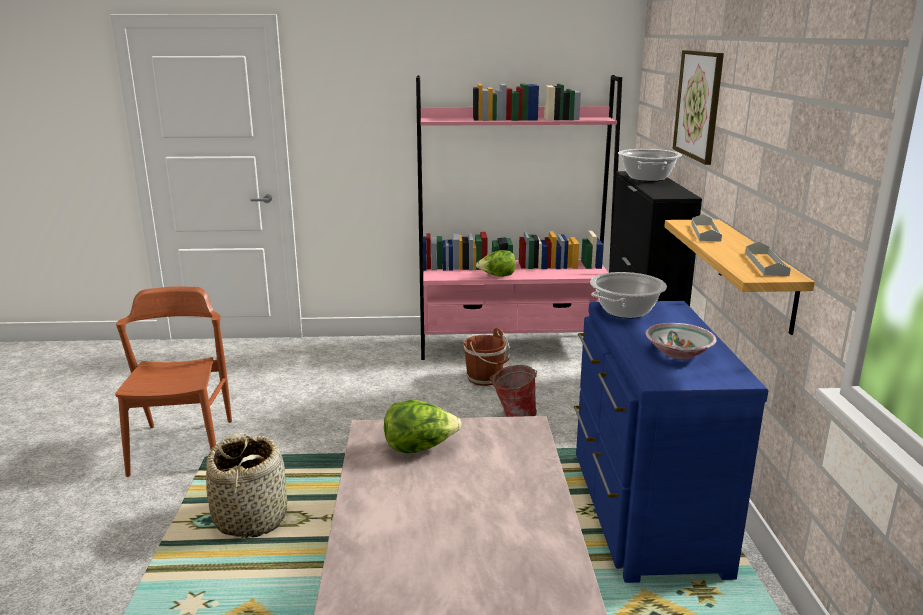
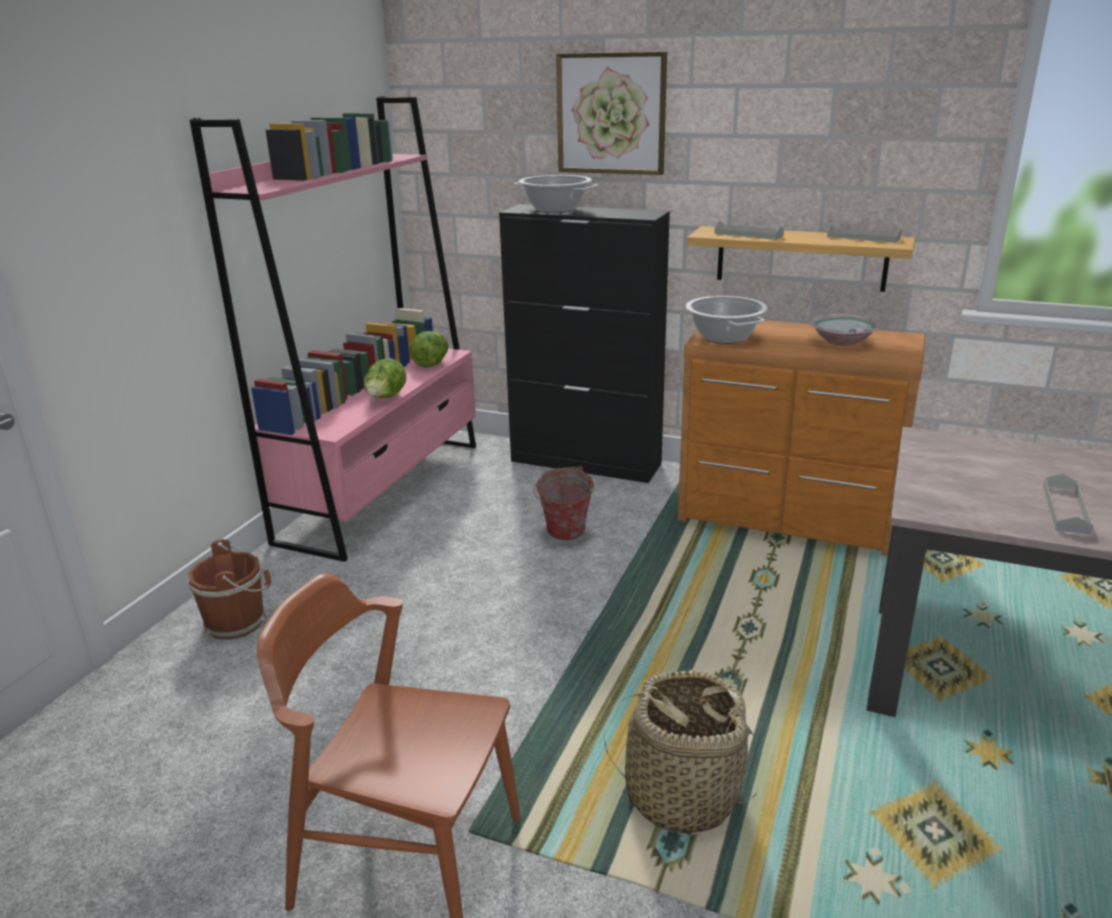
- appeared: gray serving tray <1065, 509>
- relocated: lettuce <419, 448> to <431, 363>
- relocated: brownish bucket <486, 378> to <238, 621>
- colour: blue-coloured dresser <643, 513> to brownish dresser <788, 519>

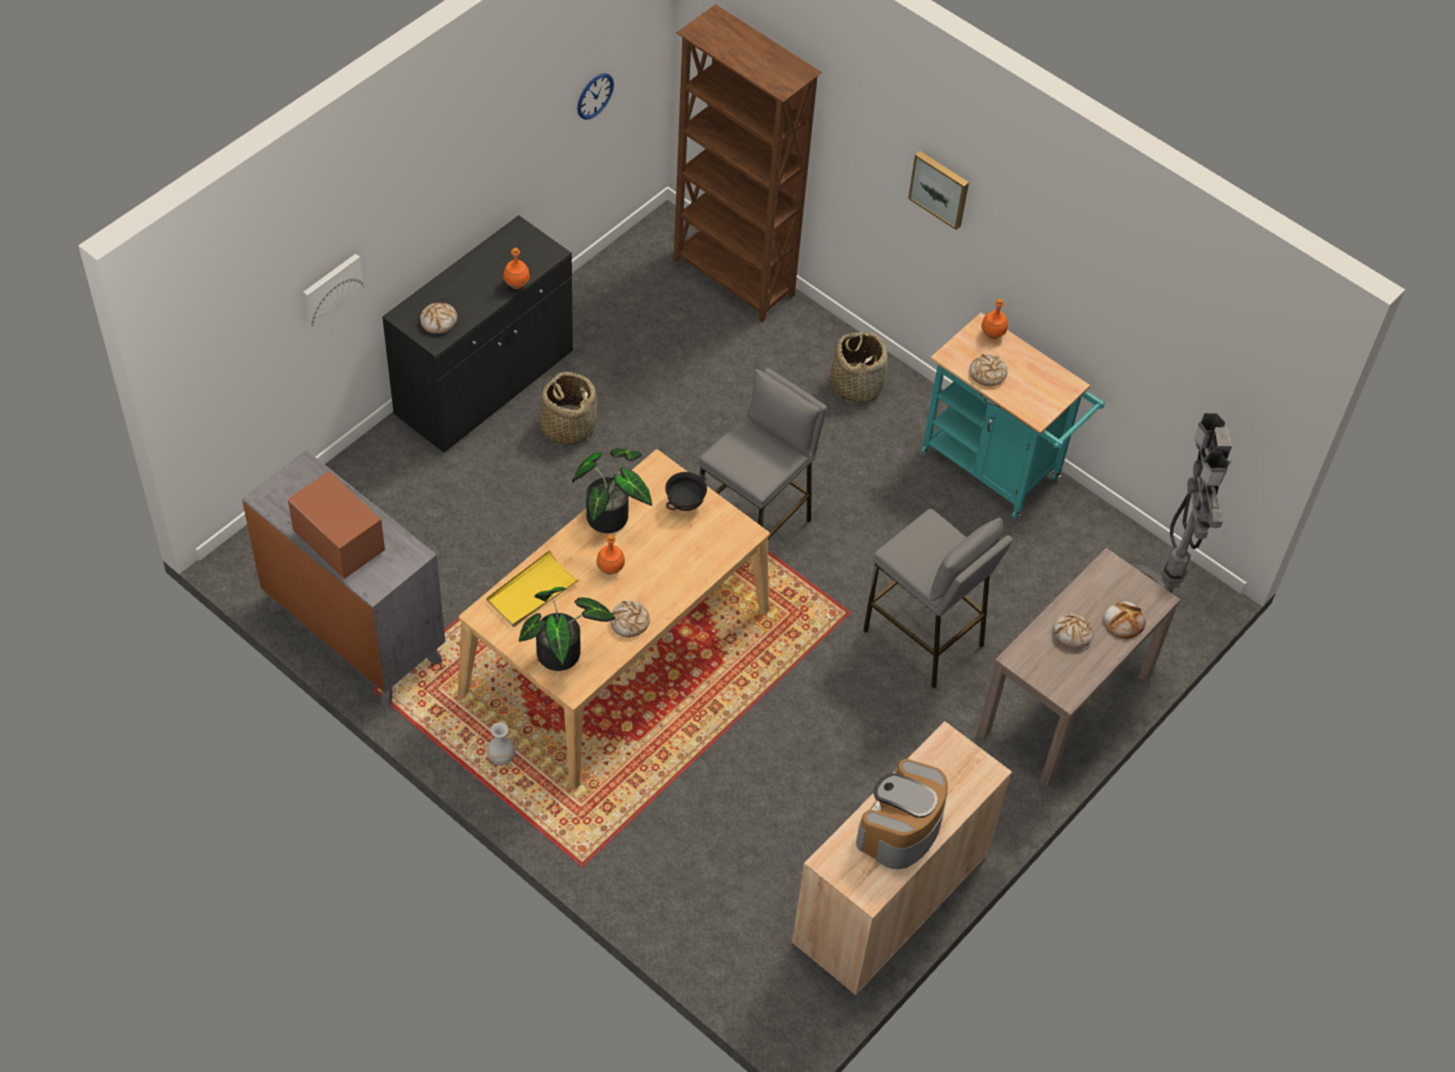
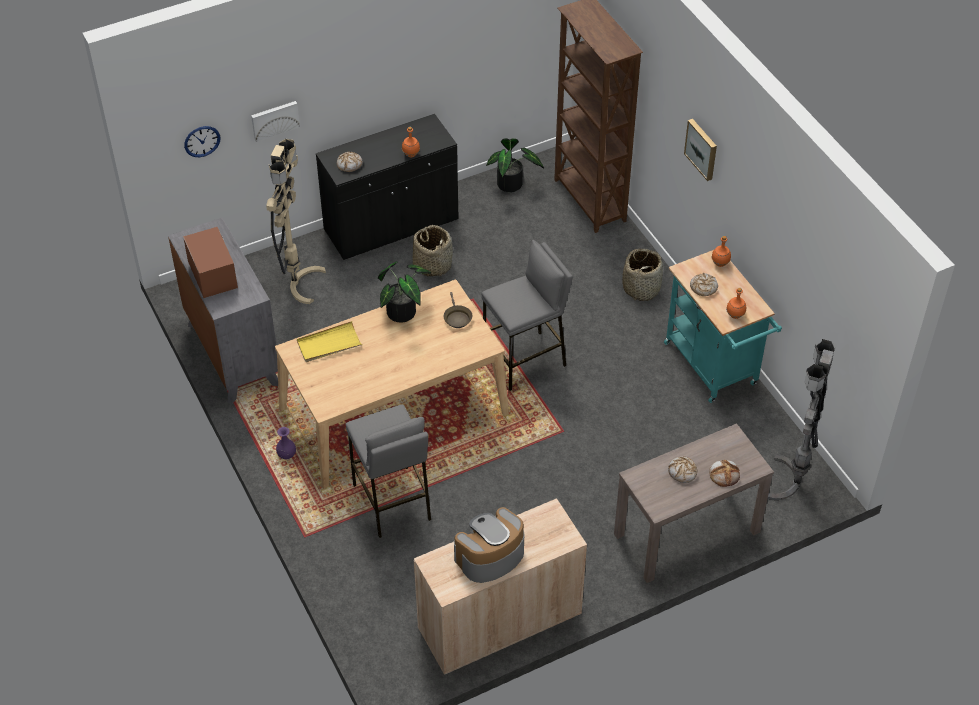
- missing: bakery bread <629, 622>
- appeared: sand-coloured floor lamp <298, 283>
- relocated: plant in a pot <564, 655> to <512, 185>
- relocated: hanging clock <594, 96> to <202, 141>
- relocated: orange-coloured beverage bottle <610, 569> to <735, 315>
- relocated: gray sitting stool <924, 638> to <392, 502>
- exchanged: blackish deep dish <685, 504> to brownish skillet <457, 318>
- colour: whitish vase <501, 758> to purplish vase <286, 455>

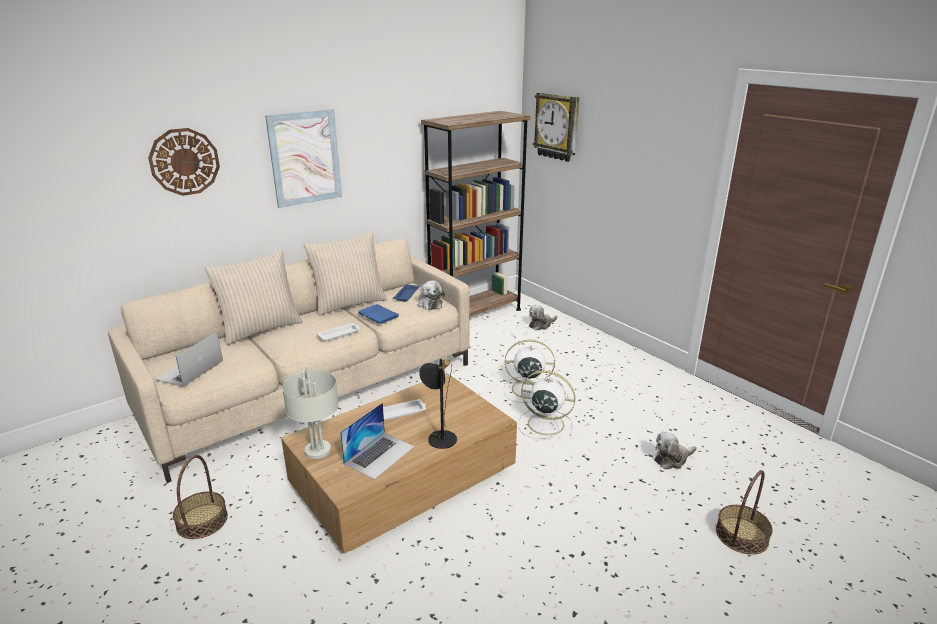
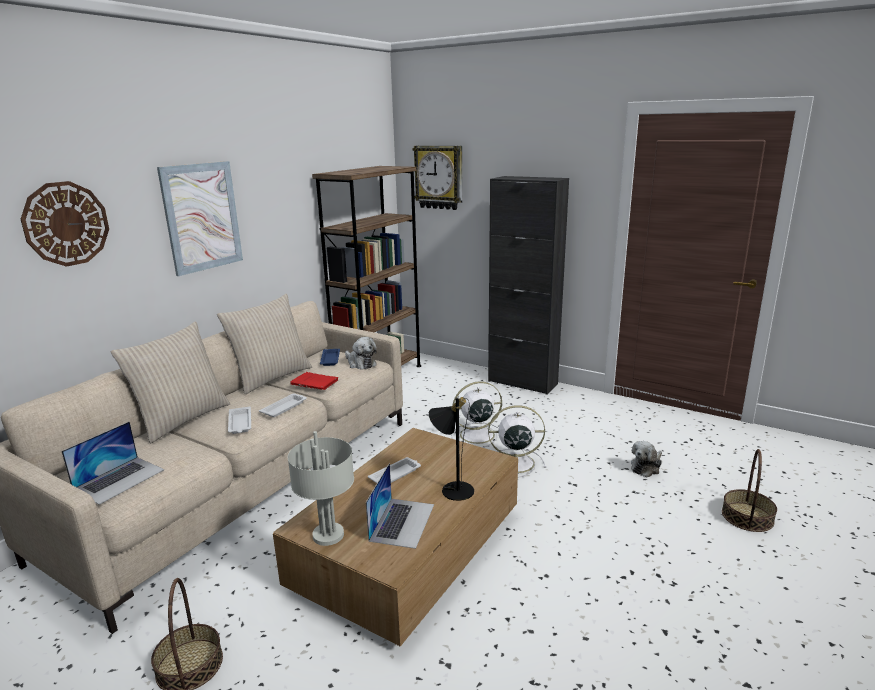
- missing: plush toy <541, 325>
- appeared: whitish serving tray <240, 423>
- appeared: blackish cupboard <522, 382>
- colour: blue-coloured bound book <379, 316> to reddish bound book <316, 383>
- spun: notebook computer <189, 370> = <119, 479> 150 degrees counterclockwise

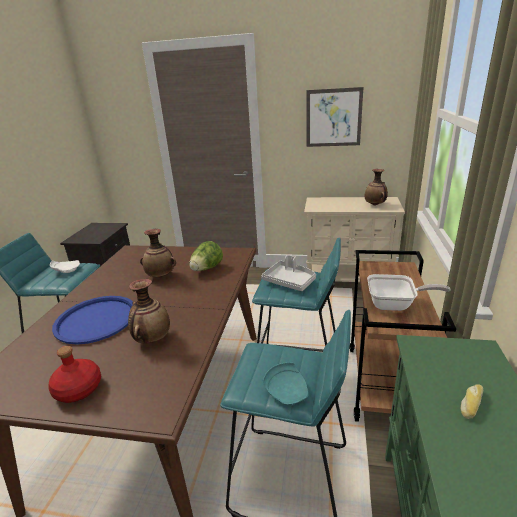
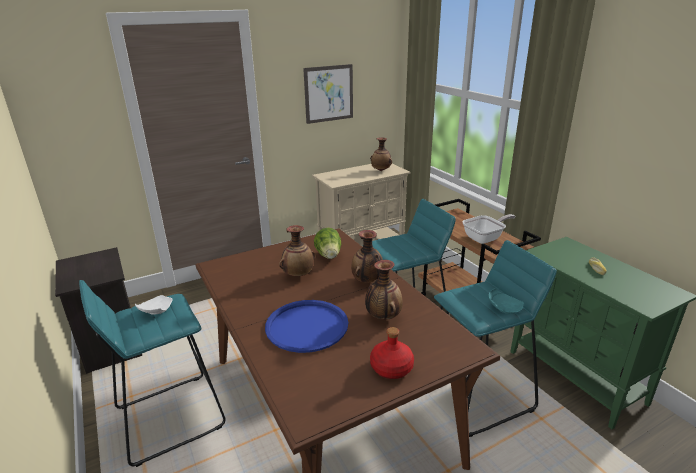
- missing: gray serving tray <290, 281>
- appeared: vase <367, 281>

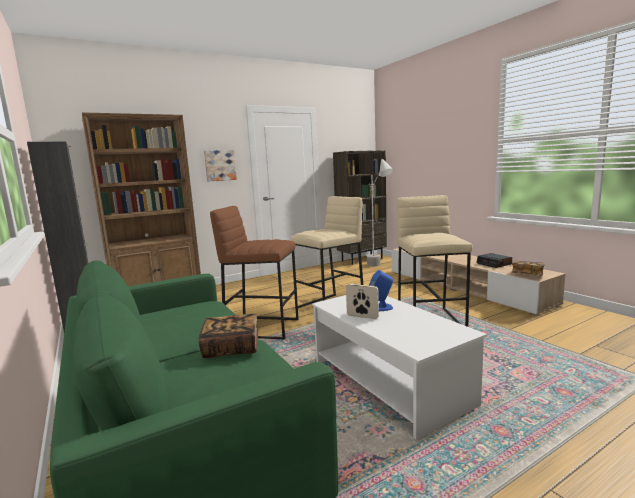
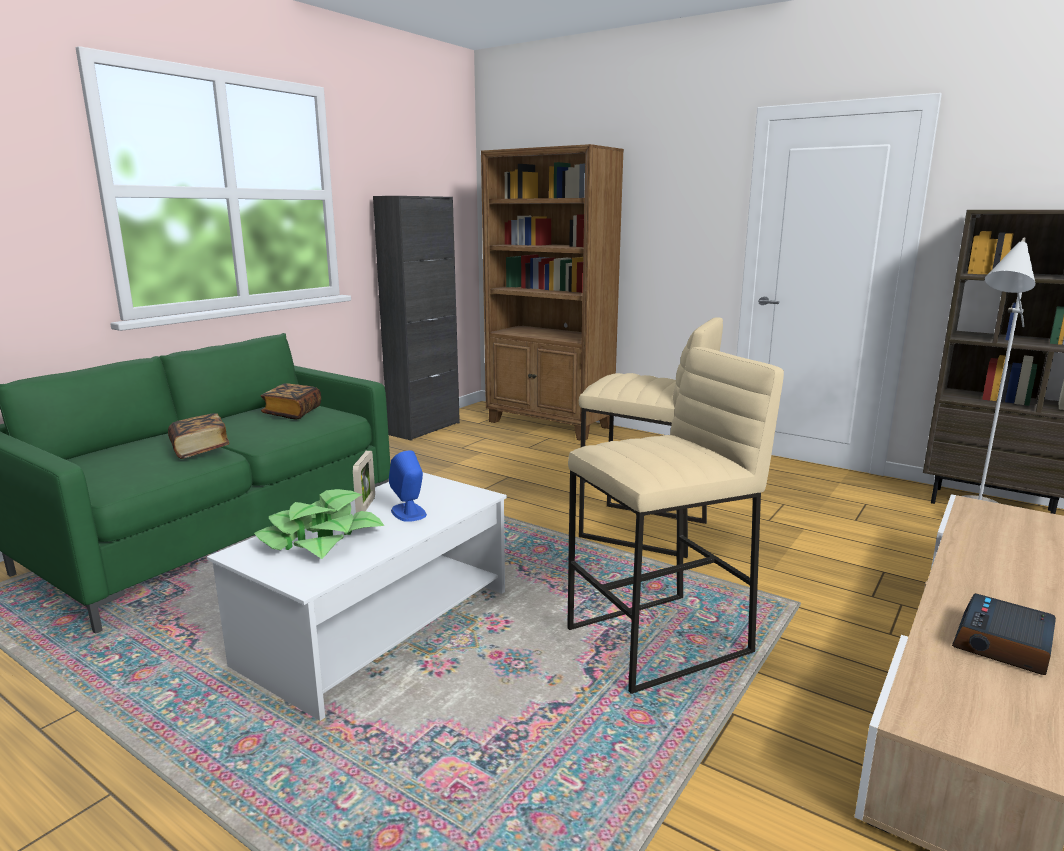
- missing: wall art <220, 165>
- missing: brownish sitting stool <263, 327>
- appeared: plant in a pot <320, 540>
- relocated: bound book <527, 275> to <292, 413>

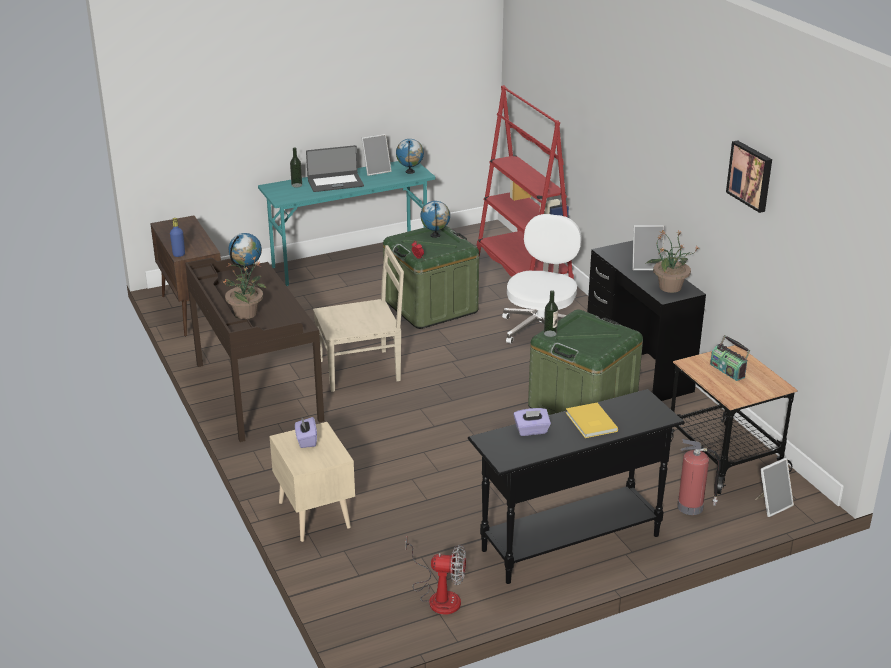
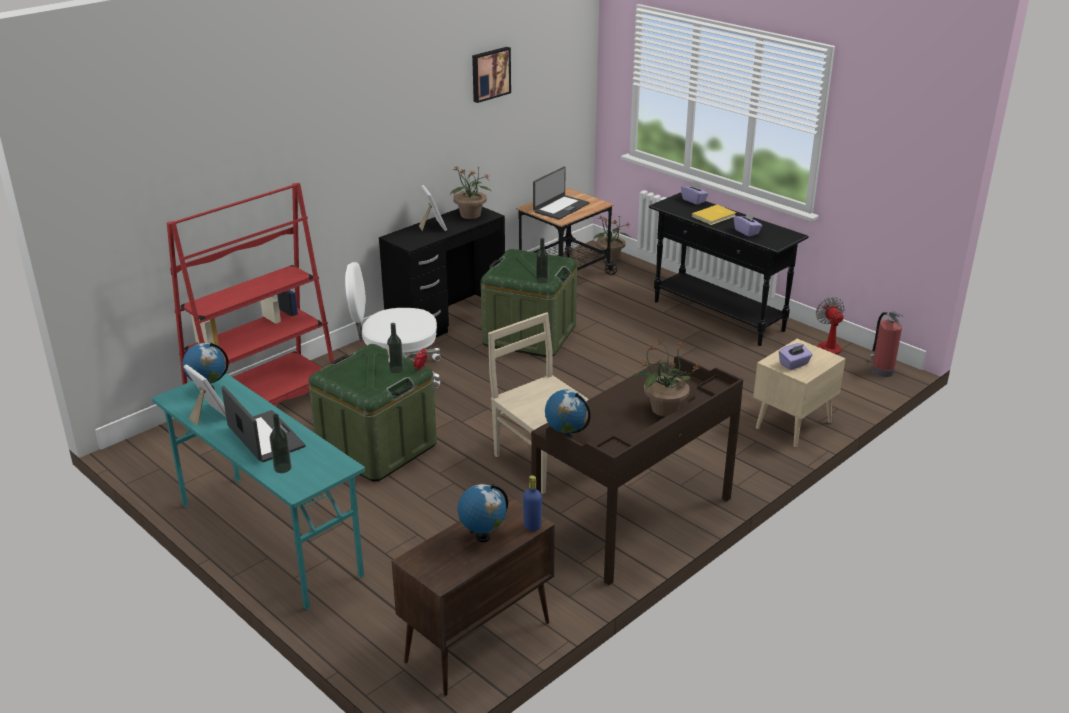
- appeared: beverage bottle <396, 369>
- appeared: purplish box of tissues <694, 200>
- relocated: world globe <435, 235> to <482, 537>
- relocated: fire extinguisher <691, 507> to <881, 370>
- exchanged: radio <728, 370> to notebook computer <560, 207>
- exchanged: picture frame <772, 505> to plant in a pot <610, 257>

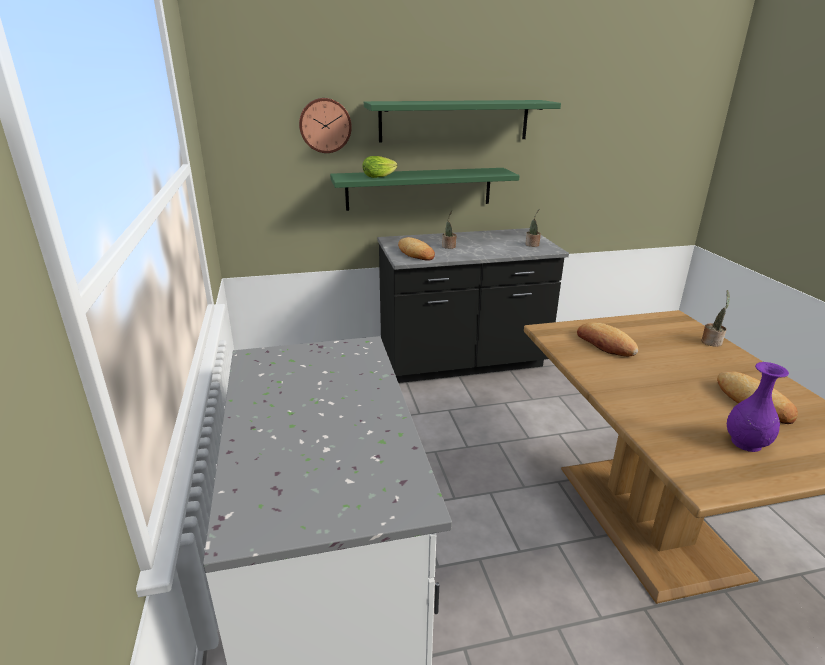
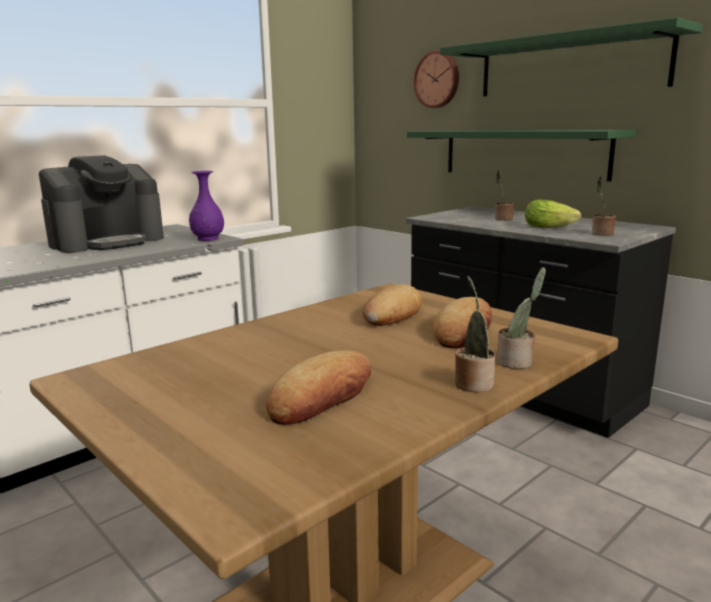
- appeared: coffee maker <107, 241>
- appeared: plant in a pot <473, 383>
- relocated: lettuce <381, 176> to <551, 227>
- relocated: bakery bread <415, 253> to <463, 330>
- relocated: purplish vase <745, 443> to <208, 238>

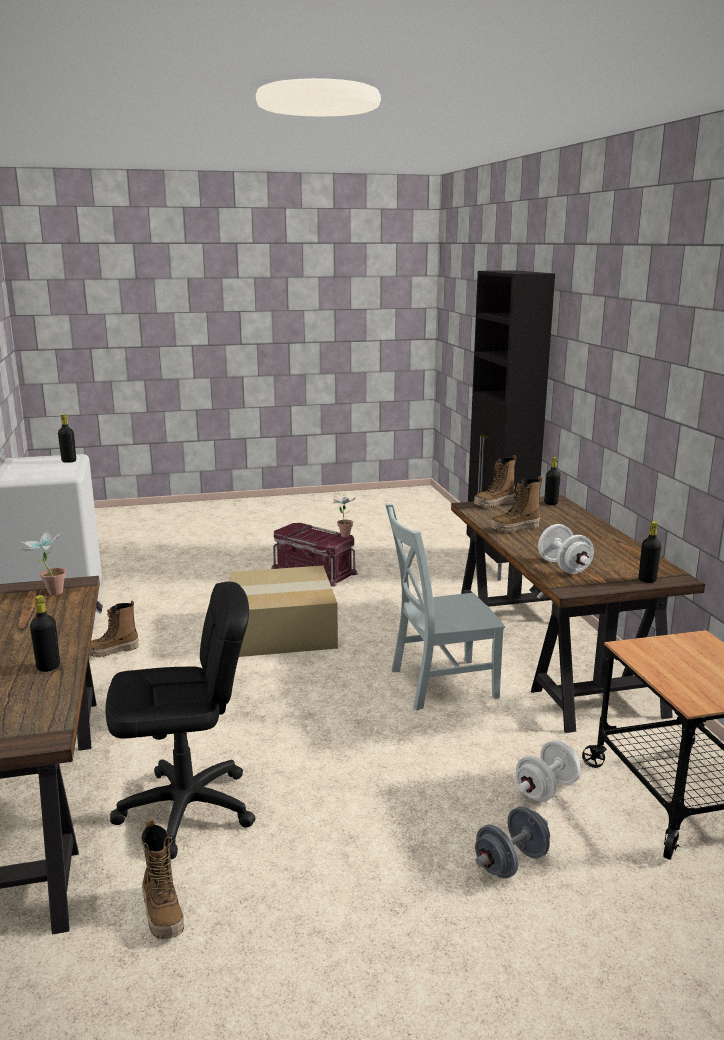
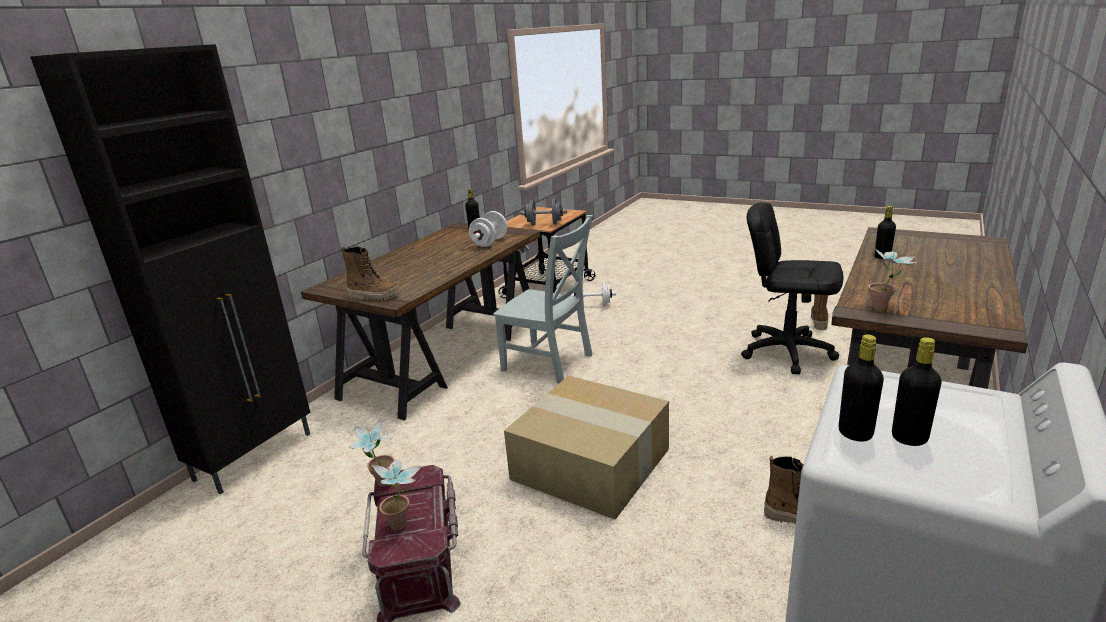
- missing: boot <515, 529>
- appeared: plant in a pot <404, 525>
- relocated: gray hand weight <511, 862> to <544, 224>
- relocated: blackish beverage bottle <551, 503> to <909, 438>

